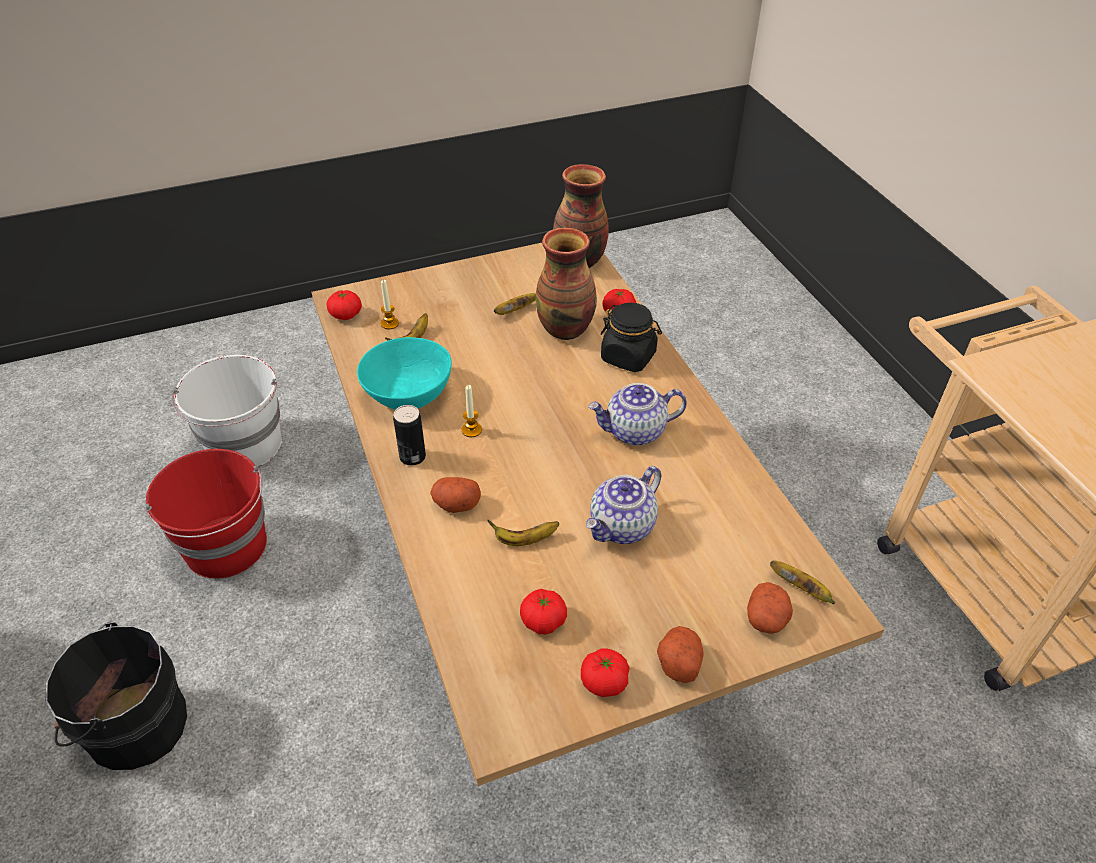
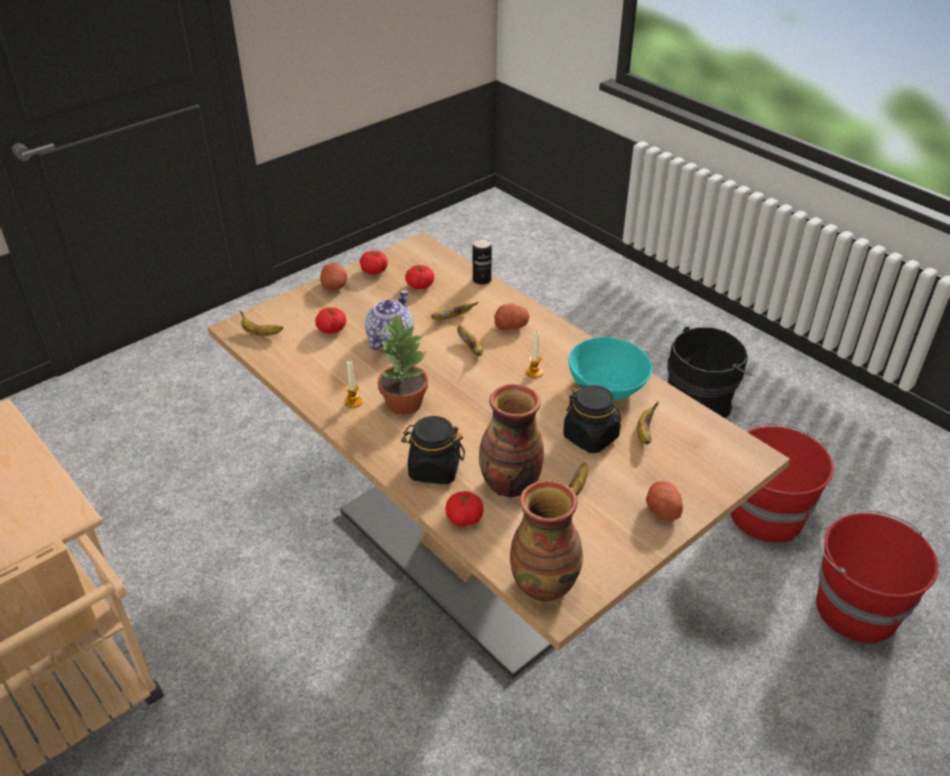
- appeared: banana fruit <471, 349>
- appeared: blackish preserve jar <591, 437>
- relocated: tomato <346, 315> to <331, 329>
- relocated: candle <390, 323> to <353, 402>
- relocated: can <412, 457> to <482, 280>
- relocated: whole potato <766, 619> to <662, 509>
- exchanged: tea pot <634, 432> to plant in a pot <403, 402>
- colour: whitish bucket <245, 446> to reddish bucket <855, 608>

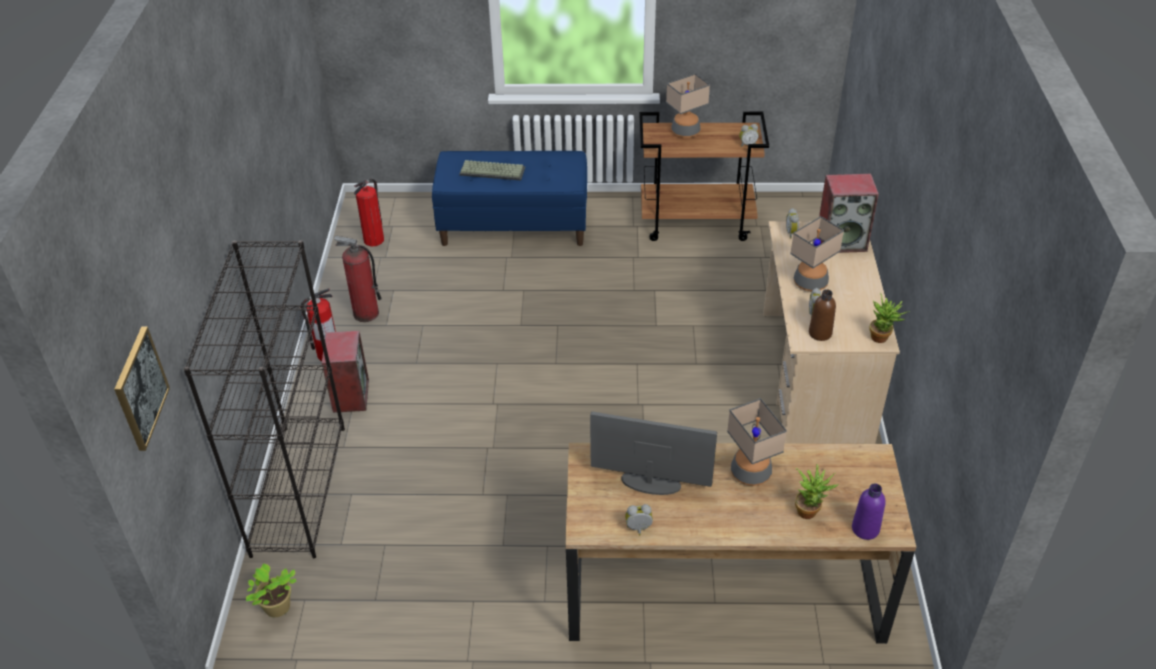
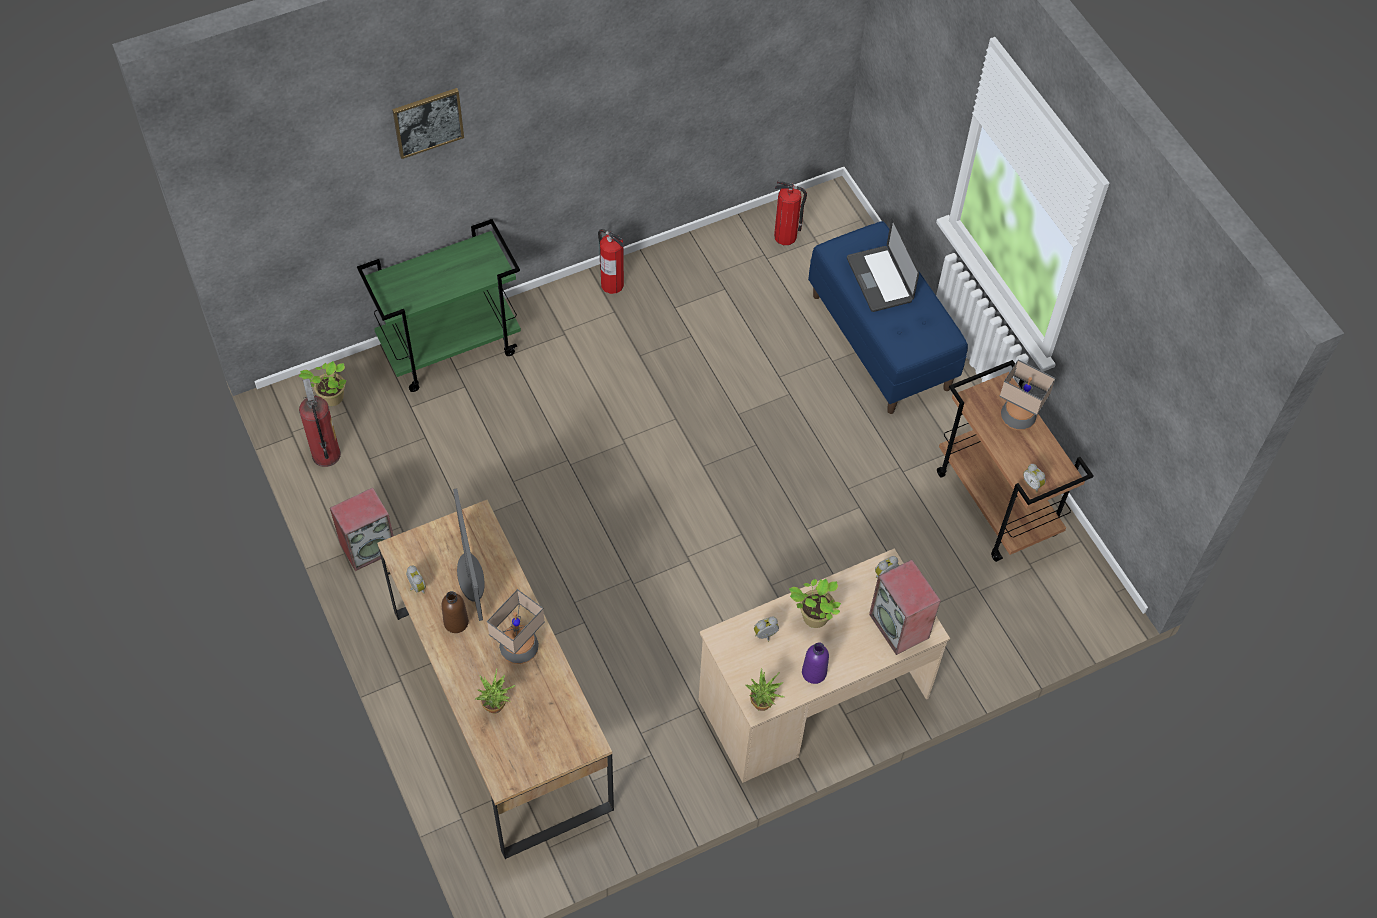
- relocated: wall art <140, 388> to <428, 122>
- relocated: speaker <350, 395> to <369, 546>
- relocated: fire extinguisher <365, 313> to <325, 454>
- relocated: brownish beverage bottle <820, 333> to <456, 622>
- relocated: purplish beverage bottle <865, 529> to <814, 673>
- exchanged: blackish shelving unit <298, 488> to green cart <451, 347>
- exchanged: computer keyboard <493, 171> to notebook computer <879, 280>
- exchanged: tabletop lamp <810, 282> to plant in a pot <813, 617>

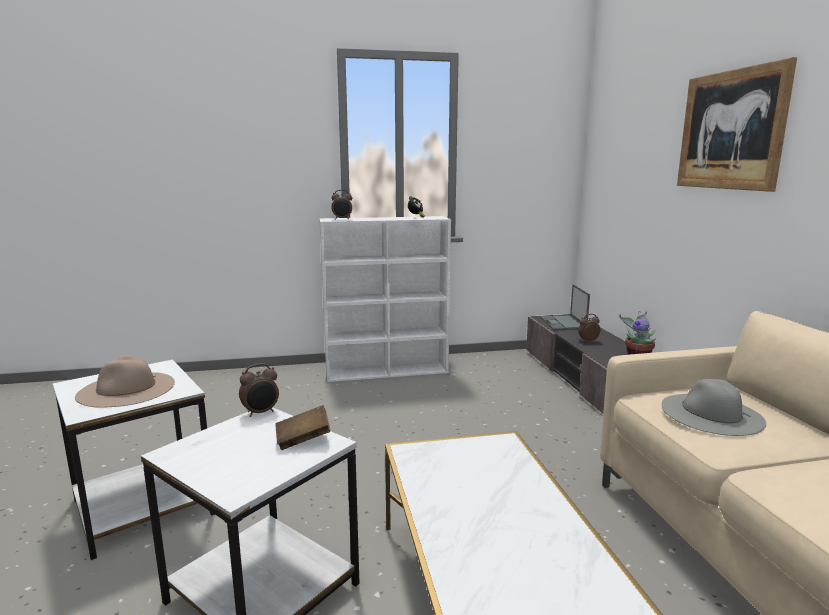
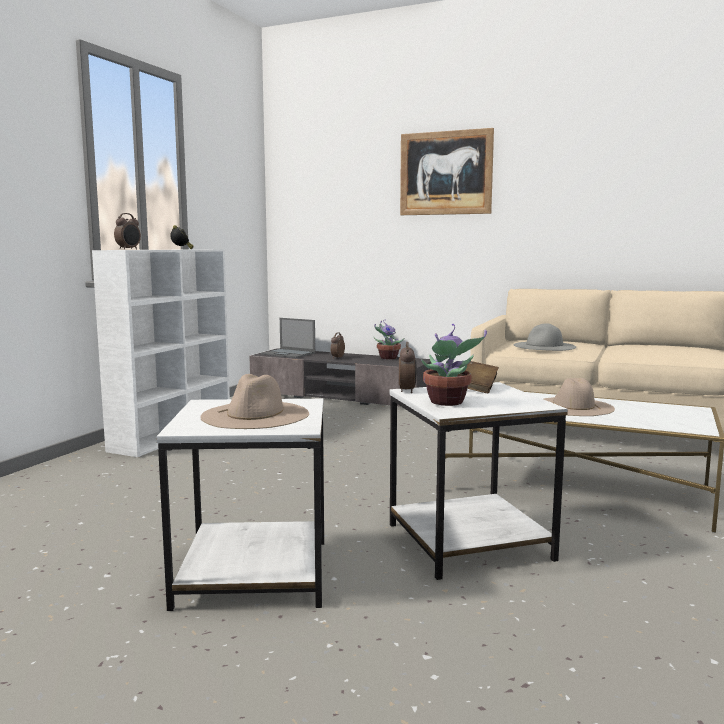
- appeared: plant in a pot <447, 402>
- appeared: sand-coloured wearable hat <573, 406>

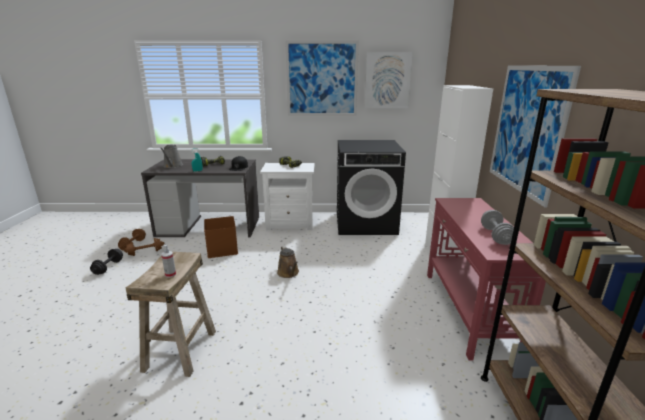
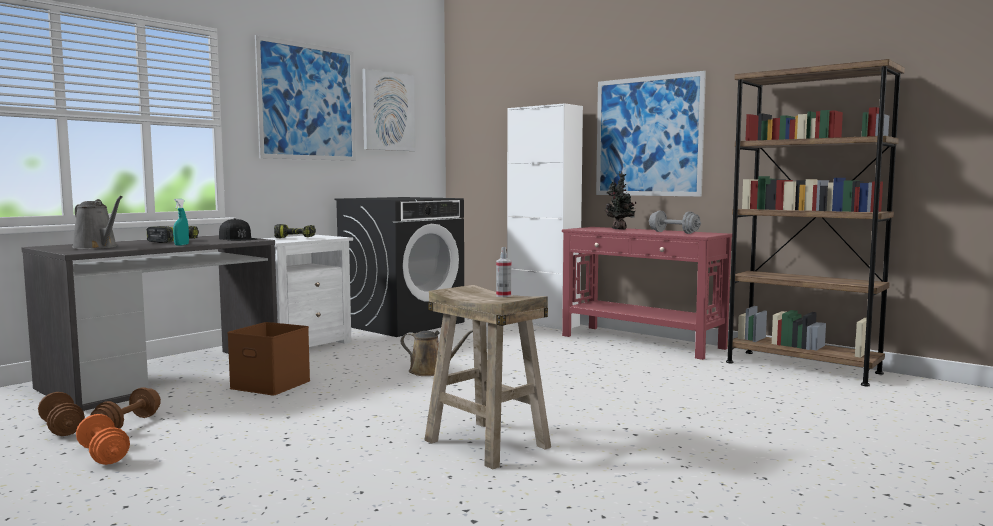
- appeared: plant in a pot <620, 229>
- colour: blackish hand weight <108, 267> to orange-coloured hand weight <103, 455>

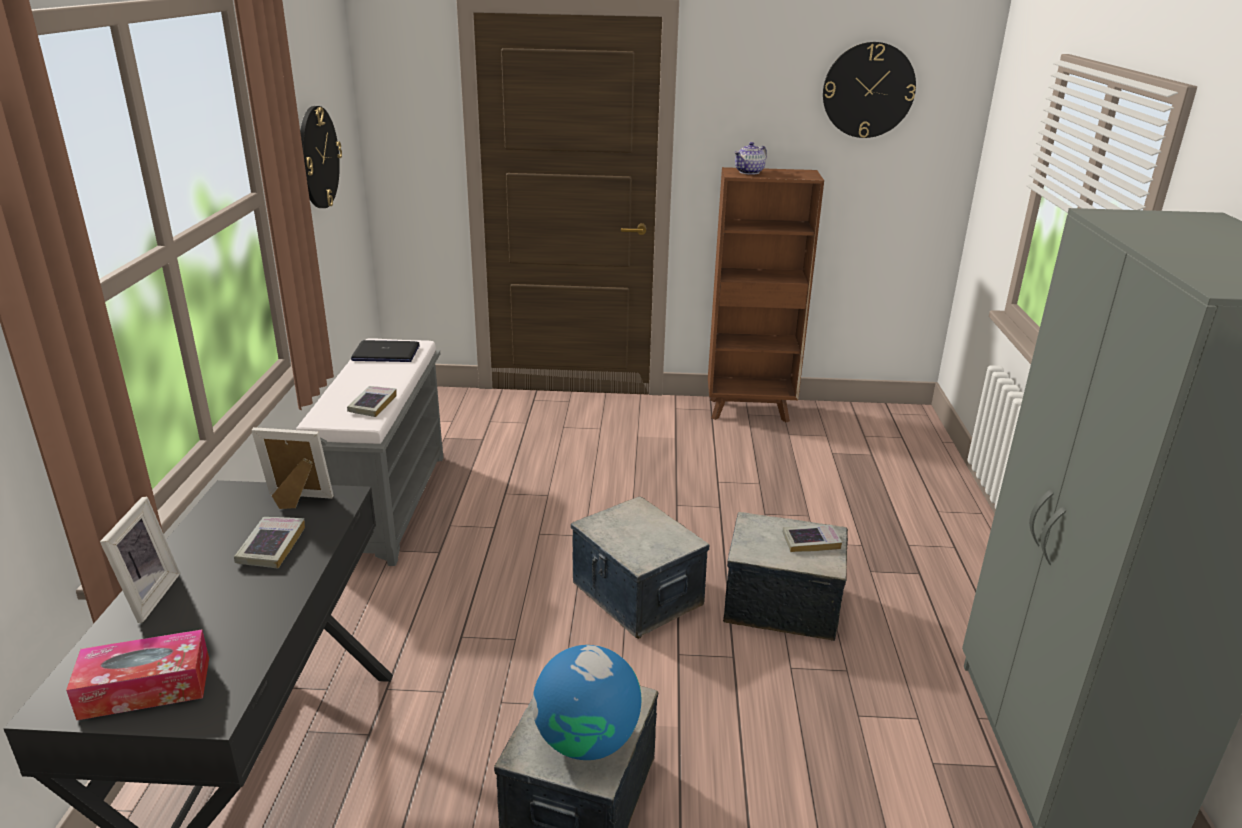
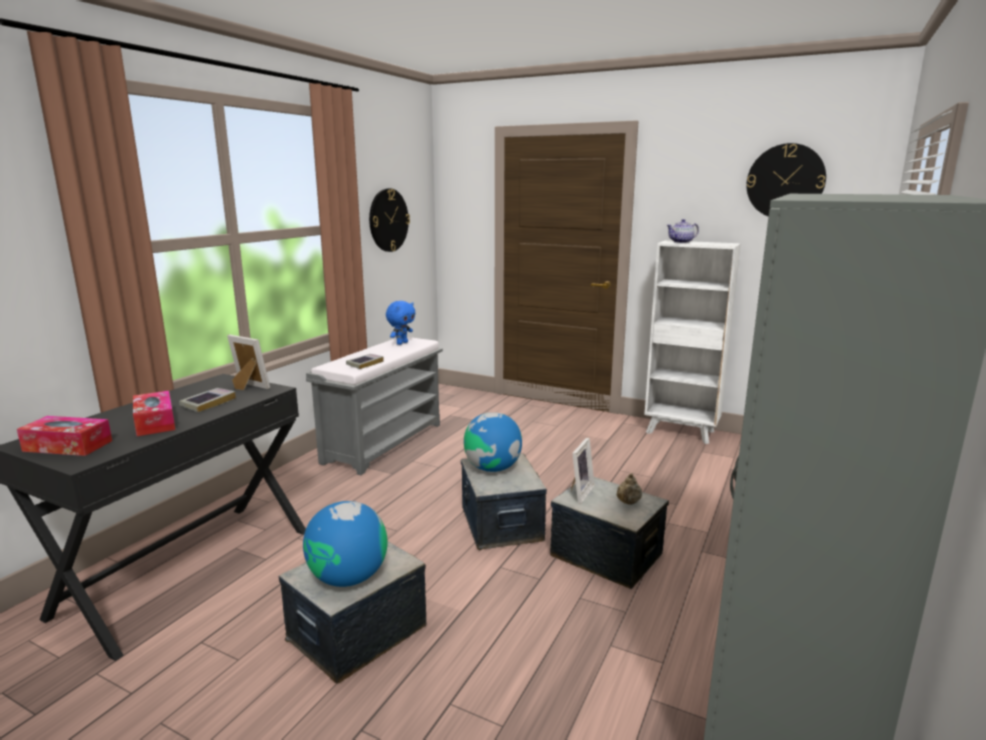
- appeared: box of tissues <155, 422>
- appeared: world globe <492, 468>
- relocated: picture frame <145, 597> to <578, 492>
- exchanged: notebook computer <385, 353> to blue-coloured plush toy <401, 343>
- exchanged: bound book <811, 542> to sand-coloured tea pot <628, 503>
- colour: brownish shelving unit <750, 410> to whitish shelving unit <681, 432>

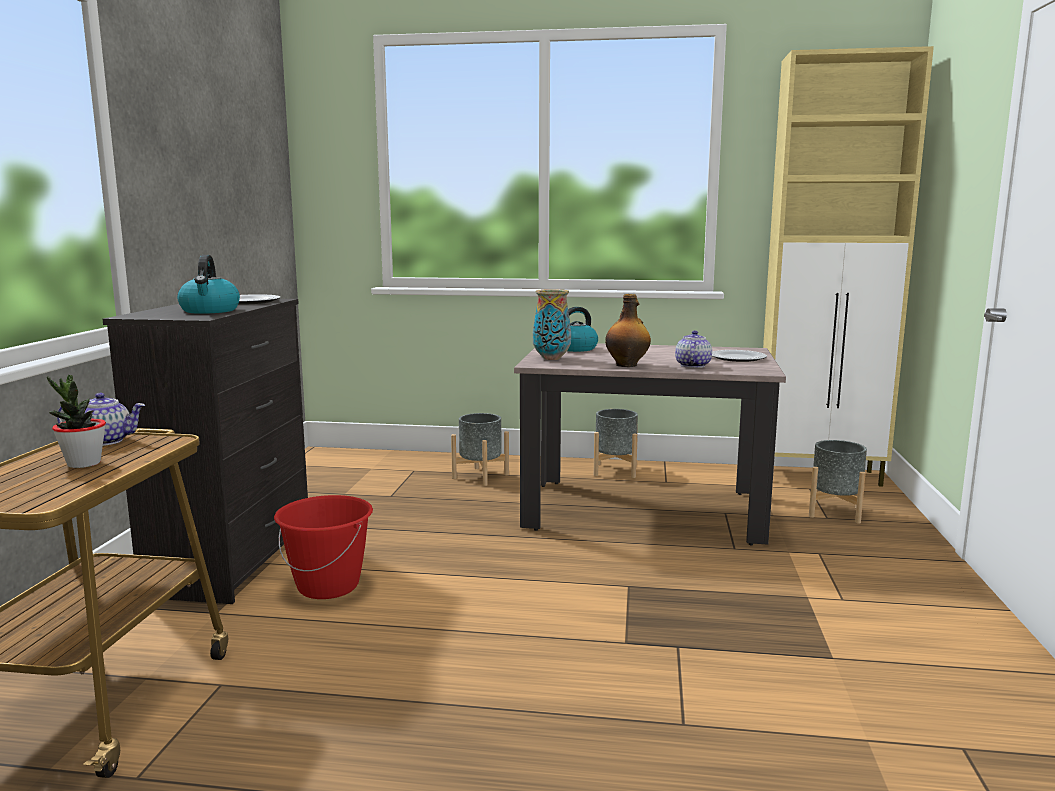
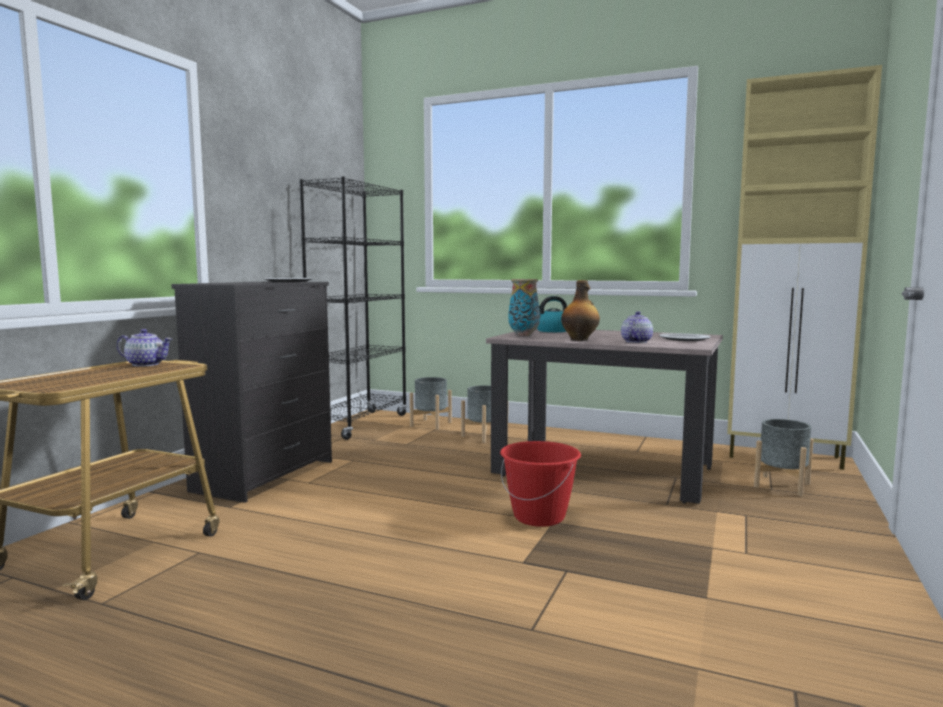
- missing: plant in a pot <83, 464>
- missing: kettle <210, 311>
- appeared: blackish shelving unit <360, 424>
- relocated: reddish bucket <328, 586> to <539, 517>
- relocated: gray flower pot <615, 470> to <431, 424>

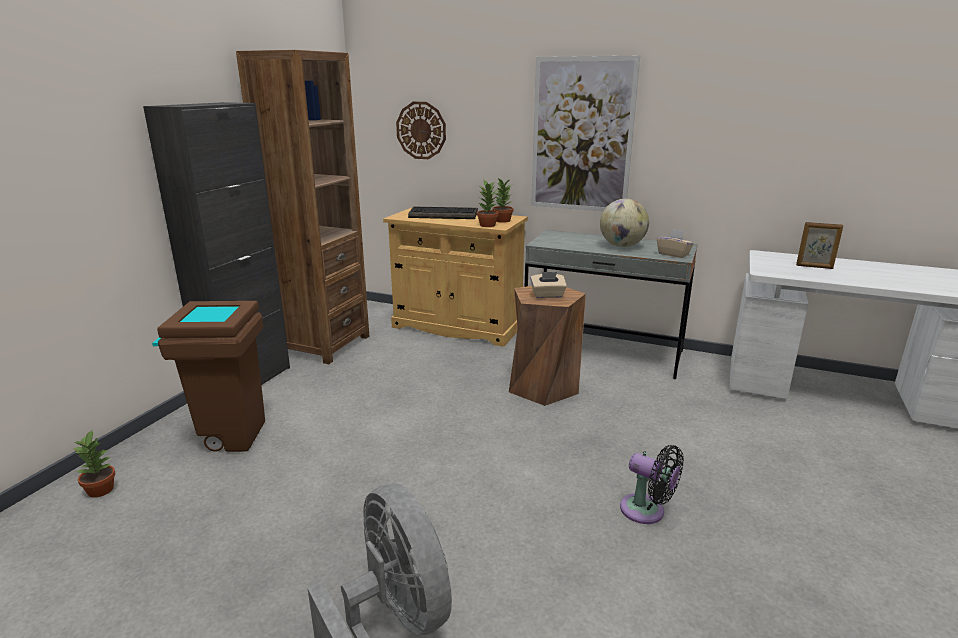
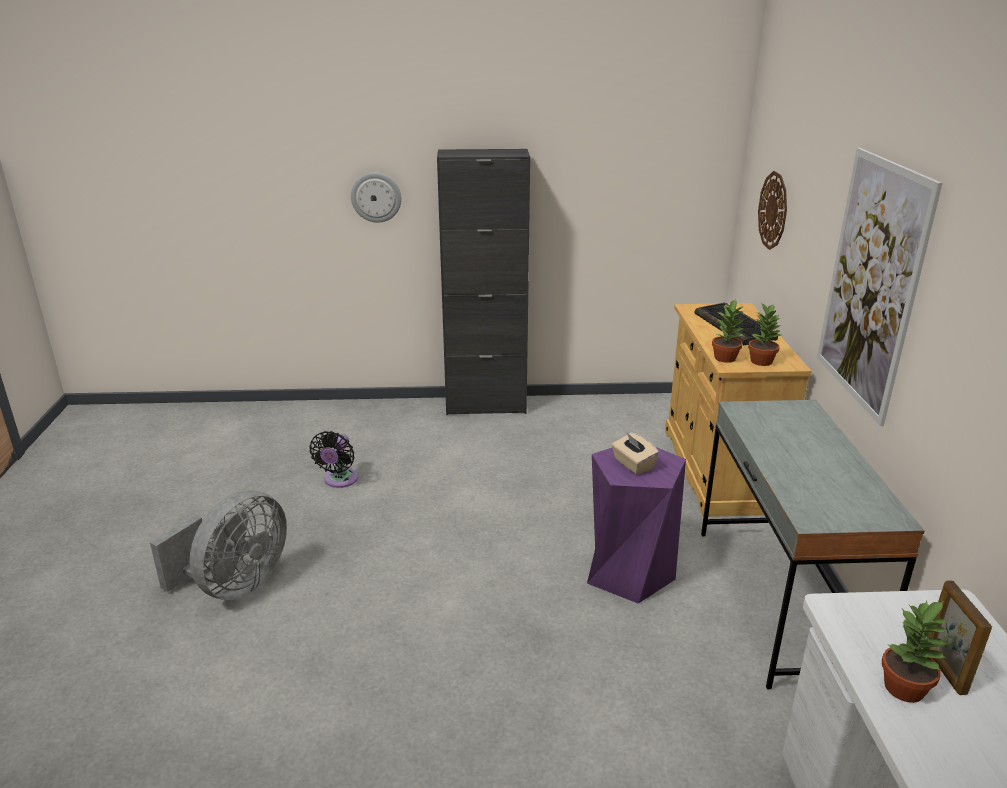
- missing: brownish waste bin <228, 437>
- missing: brownish shelving unit <324, 345>
- missing: world globe <622, 246>
- missing: sand-coloured box of tissues <673, 254>
- appeared: hanging clock <376, 197>
- relocated: plant in a pot <101, 490> to <905, 688>
- relocated: blackish electric fan <646, 511> to <339, 480>
- colour: brownish sitting stool <543, 387> to purplish sitting stool <628, 572>

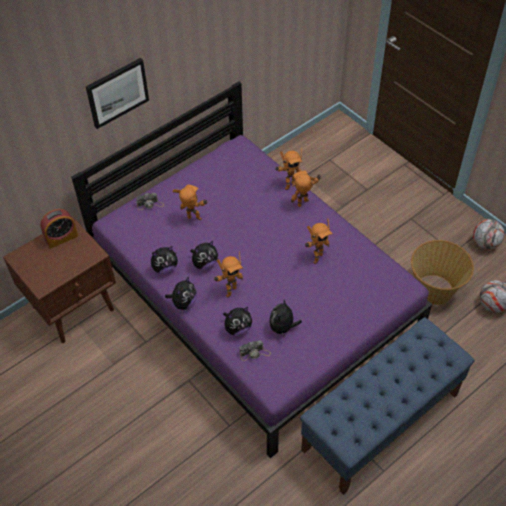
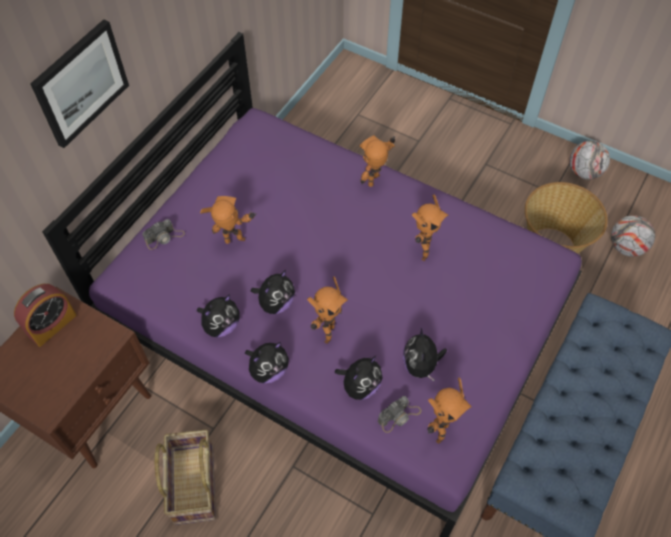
- appeared: basket <192, 484>
- relocated: toy robot <288, 185> to <438, 431>
- spun: plush toy <183, 303> = <268, 370> 45 degrees clockwise

